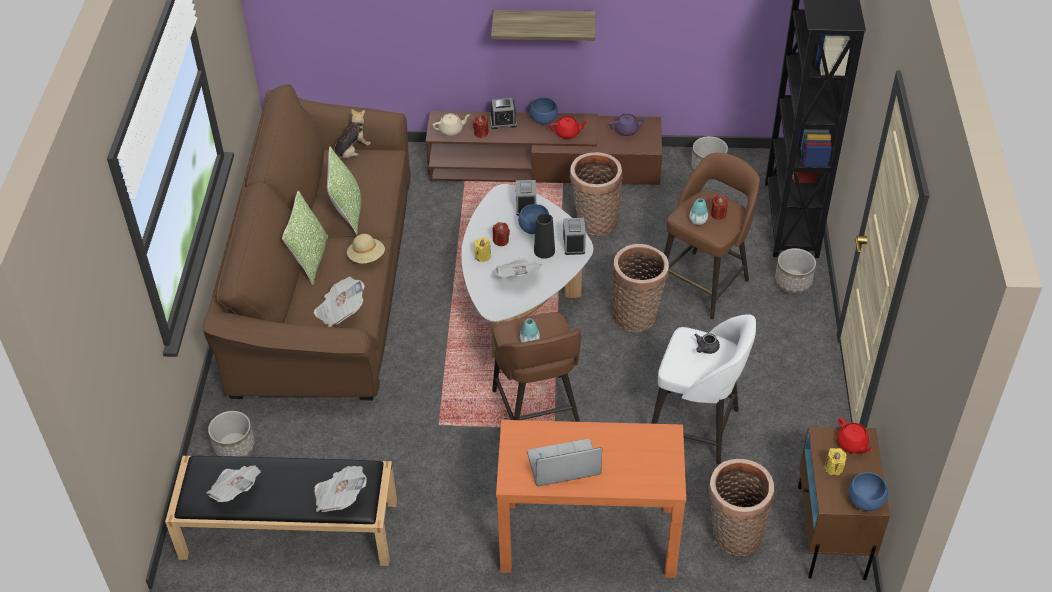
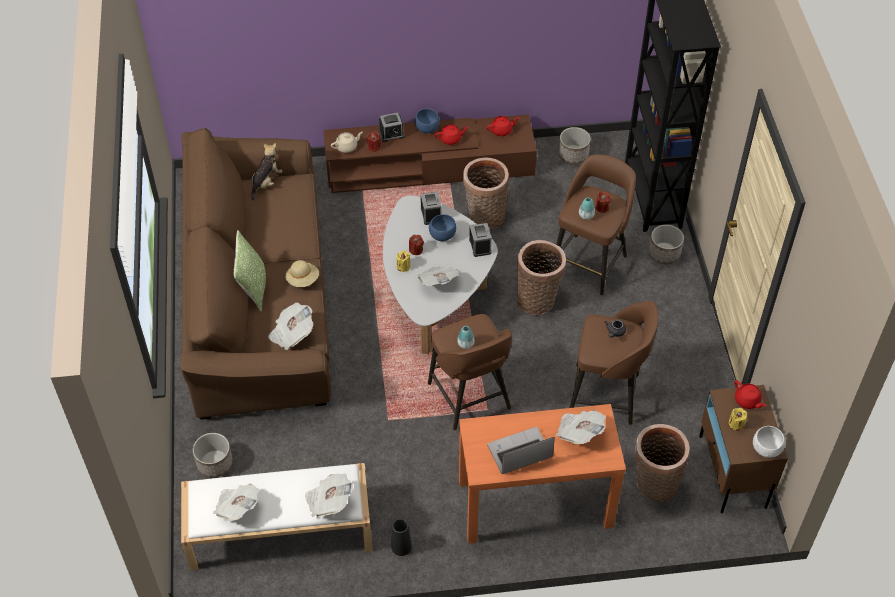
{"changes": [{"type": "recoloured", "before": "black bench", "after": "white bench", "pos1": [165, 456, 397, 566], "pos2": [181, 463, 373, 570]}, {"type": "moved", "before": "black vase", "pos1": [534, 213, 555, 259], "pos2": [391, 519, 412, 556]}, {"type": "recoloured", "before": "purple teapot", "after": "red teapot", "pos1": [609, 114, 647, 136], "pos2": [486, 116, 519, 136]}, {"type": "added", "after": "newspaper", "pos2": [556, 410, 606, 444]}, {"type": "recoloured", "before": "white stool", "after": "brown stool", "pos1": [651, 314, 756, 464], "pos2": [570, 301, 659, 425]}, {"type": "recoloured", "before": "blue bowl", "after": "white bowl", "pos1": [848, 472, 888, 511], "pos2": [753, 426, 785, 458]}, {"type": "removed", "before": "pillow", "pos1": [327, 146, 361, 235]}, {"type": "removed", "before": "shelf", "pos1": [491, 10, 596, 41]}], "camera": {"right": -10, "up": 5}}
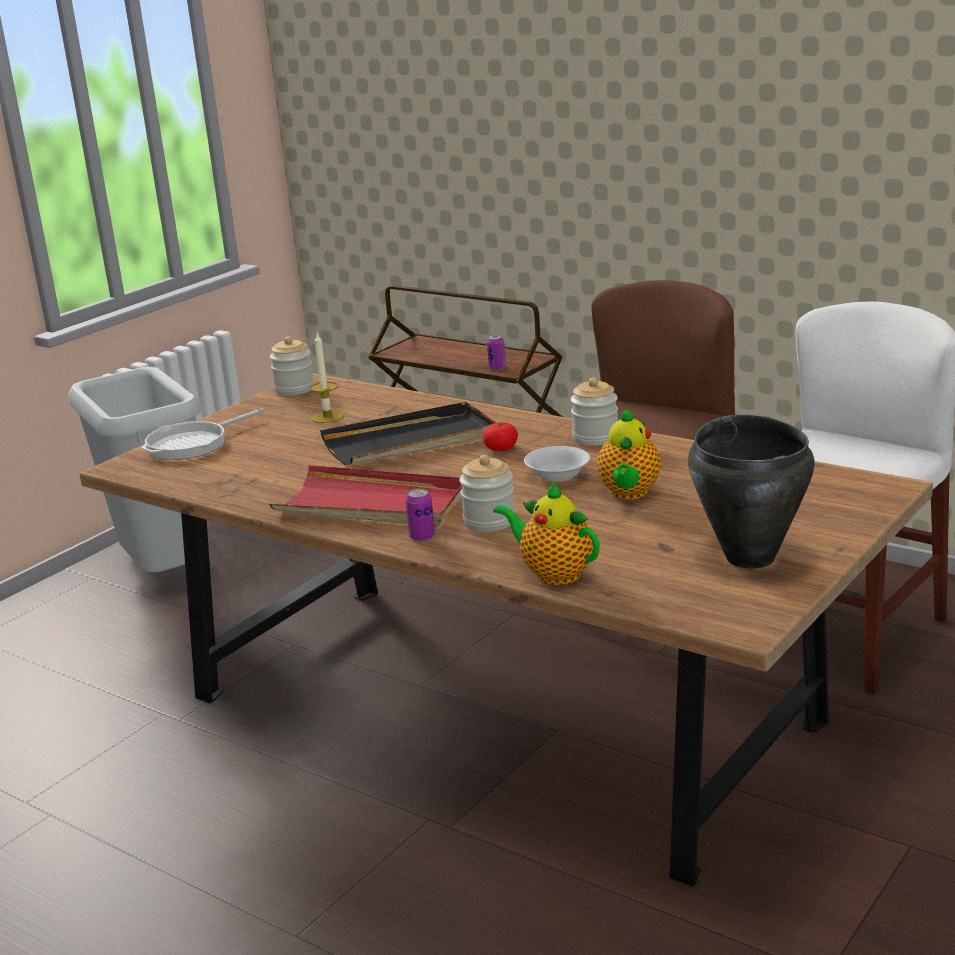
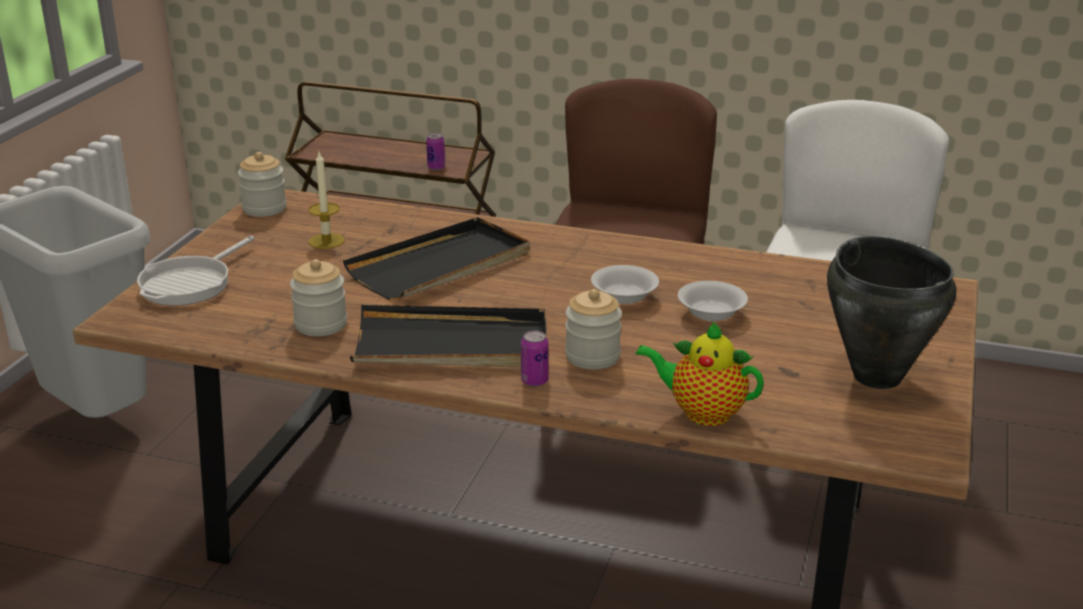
{"changes": [{"type": "moved", "before": "jar", "pos1": [570, 378, 618, 446], "pos2": [290, 259, 347, 336]}, {"type": "recoloured", "before": "red tray", "after": "black tray", "pos1": [269, 465, 462, 527], "pos2": [350, 305, 547, 367]}, {"type": "replaced", "before": "teapot", "after": "white bowl", "pos1": [597, 408, 661, 500], "pos2": [678, 281, 748, 321]}, {"type": "removed", "before": "tomato", "pos1": [483, 422, 518, 451]}], "camera": {"right": -20, "up": 5}}
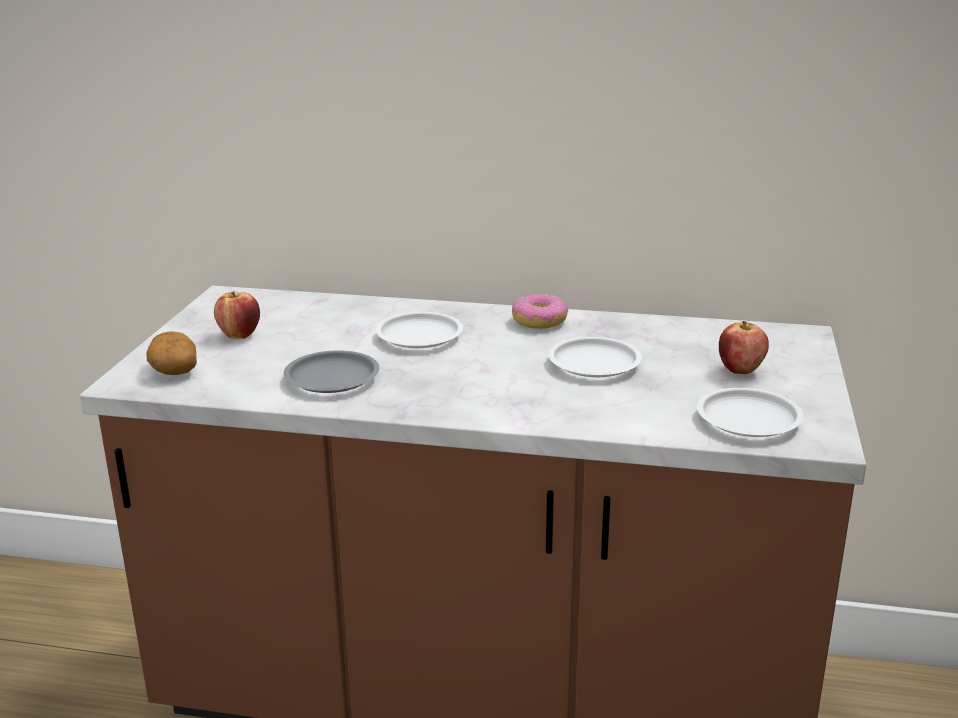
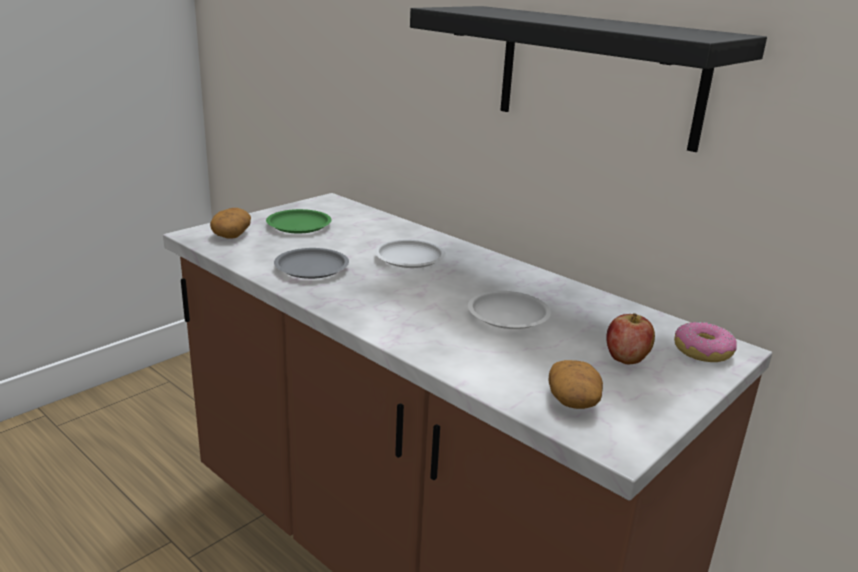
{"changes": [{"type": "replaced", "before": "apple", "after": "green plate", "pos1": [214, 291, 260, 339], "pos2": [266, 209, 332, 234]}, {"type": "added", "after": "black shelf", "pos2": [410, 6, 767, 152]}, {"type": "replaced", "before": "white plate", "after": "potato", "pos1": [697, 388, 803, 437], "pos2": [549, 360, 603, 409]}, {"type": "moved", "before": "donut", "pos1": [512, 294, 568, 329], "pos2": [674, 322, 737, 362]}], "camera": {"right": 30, "up": 0}}
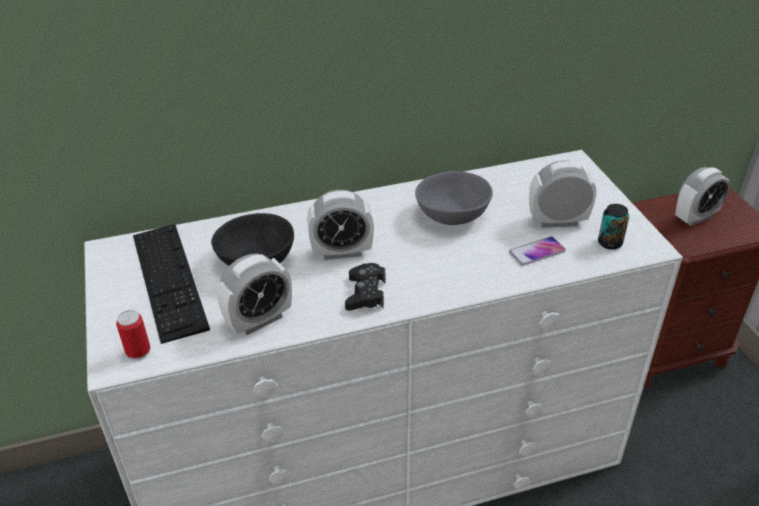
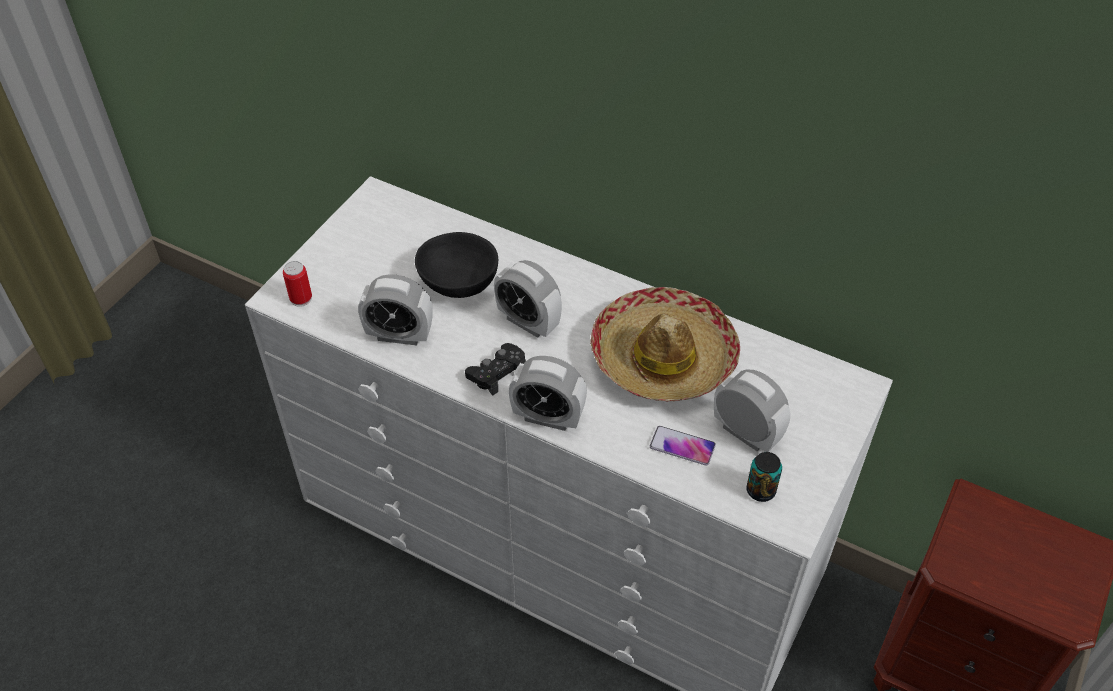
{"changes": [{"type": "moved", "before": "alarm clock", "pos1": [675, 167, 730, 226], "pos2": [509, 356, 587, 431]}, {"type": "replaced", "before": "grey bowl", "after": "hat", "pos1": [415, 171, 493, 225], "pos2": [590, 287, 740, 401]}, {"type": "removed", "before": "keyboard", "pos1": [133, 224, 210, 344]}], "camera": {"right": 45, "up": 10}}
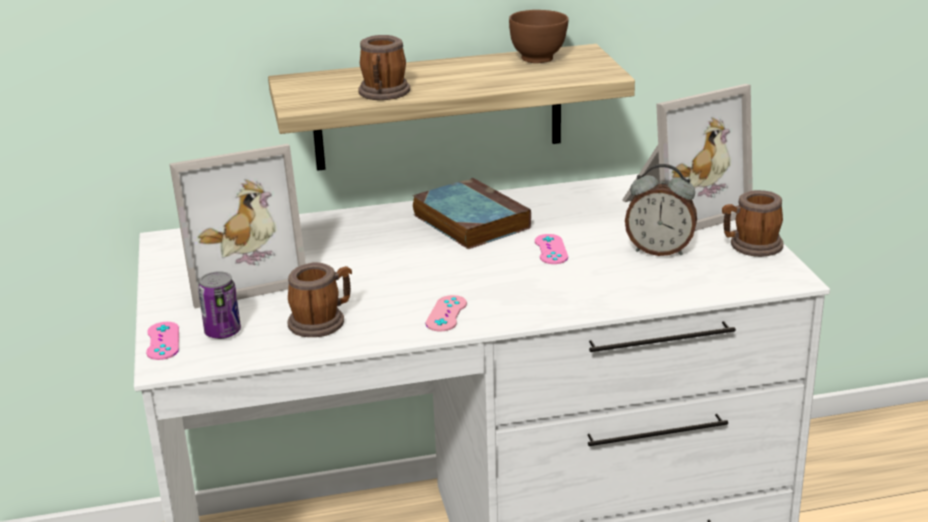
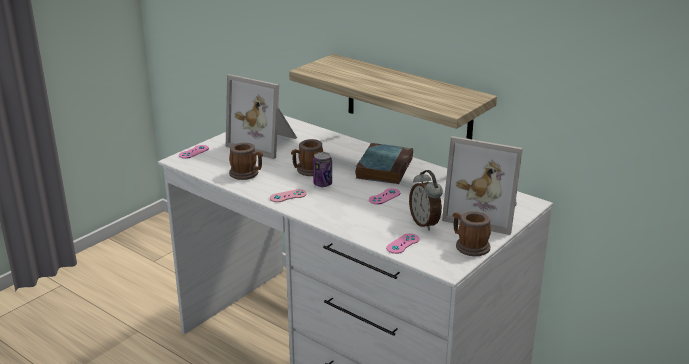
{"changes": [{"type": "moved", "before": "mug", "pos1": [358, 35, 410, 100], "pos2": [291, 139, 323, 176]}, {"type": "moved", "before": "can", "pos1": [198, 271, 241, 339], "pos2": [313, 152, 332, 187]}, {"type": "added", "after": "pink game controller", "pos2": [386, 233, 419, 254]}, {"type": "removed", "before": "brown bowl", "pos1": [509, 10, 569, 63]}], "camera": {"right": 50, "up": 0}}
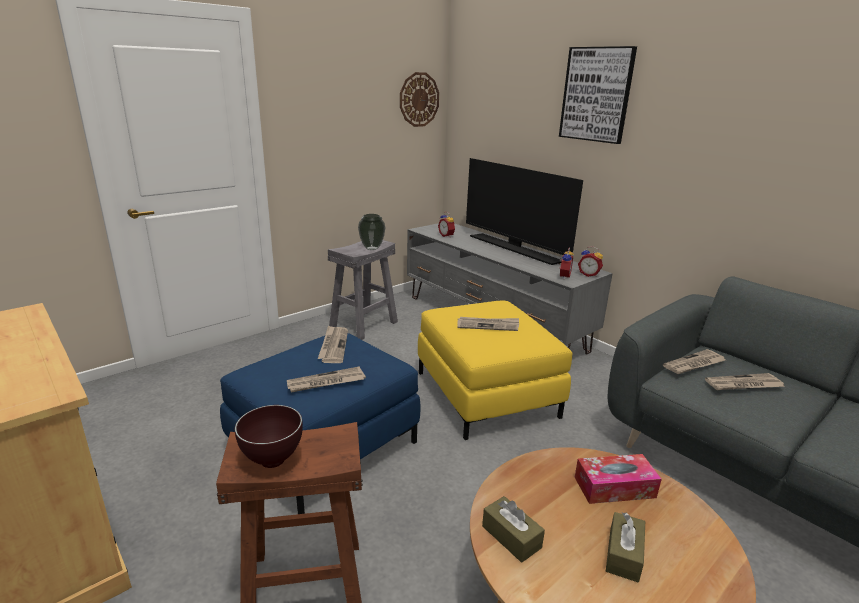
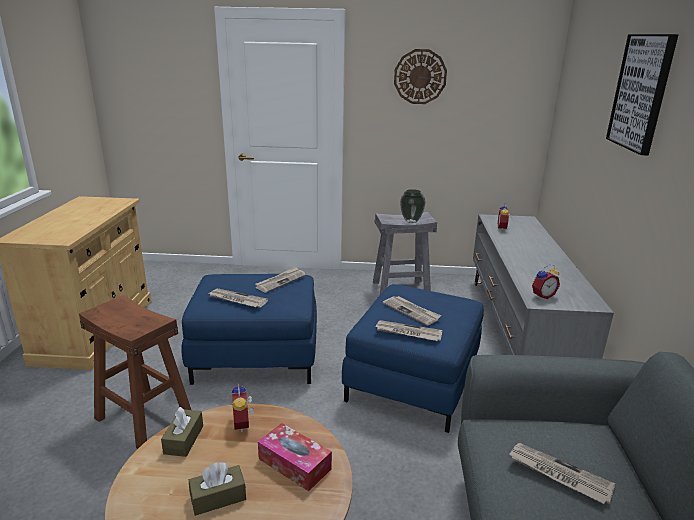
{"changes": [{"type": "moved", "before": "alarm clock", "pos1": [578, 246, 603, 277], "pos2": [232, 383, 254, 432]}, {"type": "recoloured", "before": "yellow ottoman", "after": "blue ottoman", "pos1": [418, 301, 572, 440], "pos2": [342, 284, 484, 433]}, {"type": "moved", "before": "newspaper", "pos1": [663, 349, 725, 374], "pos2": [374, 320, 443, 341]}, {"type": "moved", "before": "wall clock", "pos1": [400, 72, 439, 127], "pos2": [394, 49, 447, 104]}, {"type": "removed", "before": "brown bowl", "pos1": [235, 405, 303, 468]}, {"type": "removed", "before": "television", "pos1": [466, 158, 583, 265]}], "camera": {"right": 45, "up": 0}}
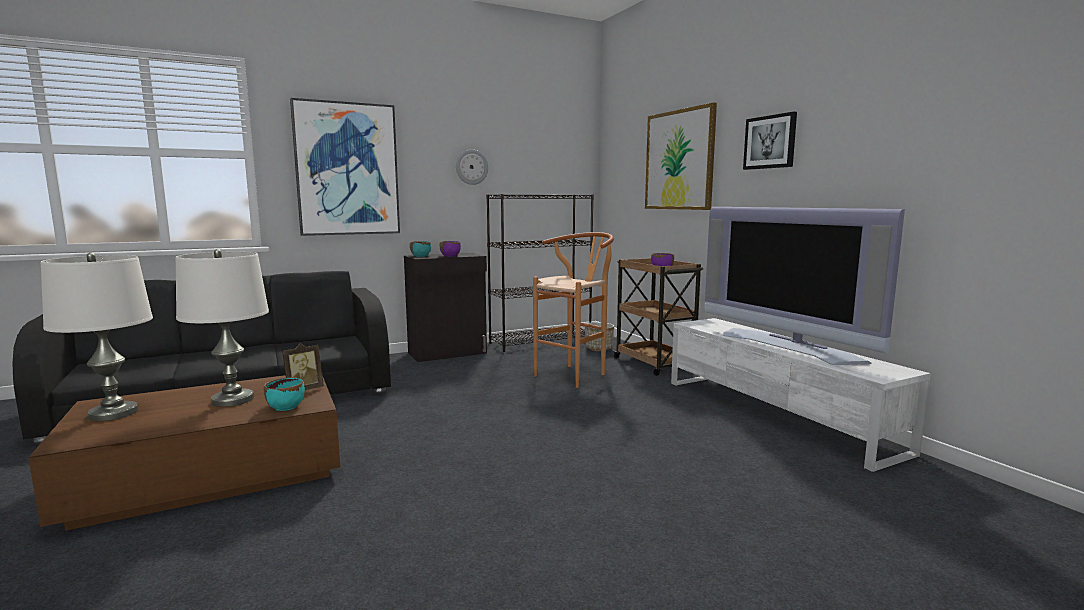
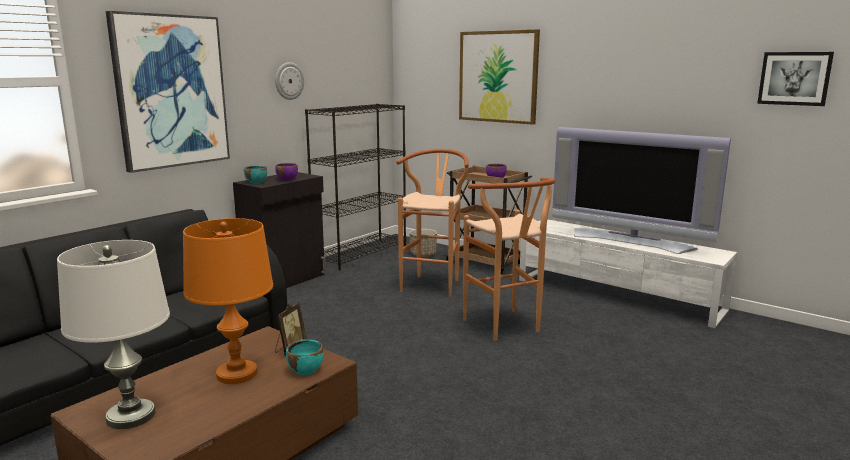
{"changes": [{"type": "recoloured", "before": "white table lamp", "after": "orange table lamp", "pos1": [175, 249, 269, 407], "pos2": [183, 218, 273, 384]}, {"type": "added", "after": "brown stool", "pos2": [463, 177, 555, 341]}, {"type": "moved", "before": "picture", "pos1": [743, 112, 797, 170], "pos2": [757, 52, 834, 106]}], "camera": {"right": -25, "up": 5}}
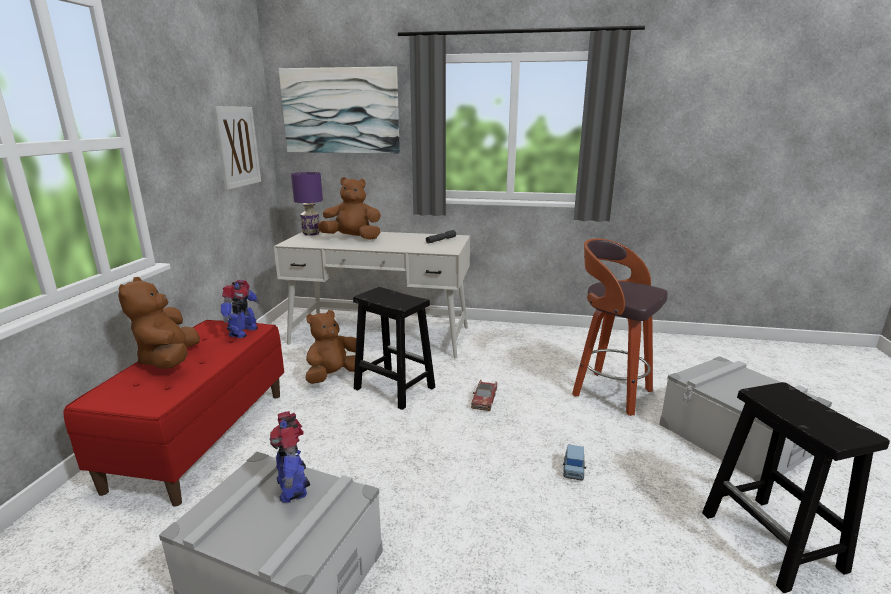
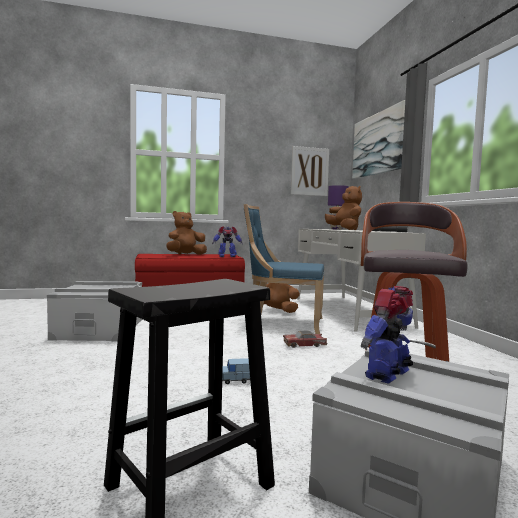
{"changes": [{"type": "replaced", "before": "black stool", "after": "blue chair", "pos1": [353, 287, 435, 410], "pos2": [244, 204, 324, 334]}, {"type": "moved", "before": "toy robot", "pos1": [269, 411, 310, 503], "pos2": [361, 286, 413, 384]}], "camera": {"right": 65, "up": -15}}
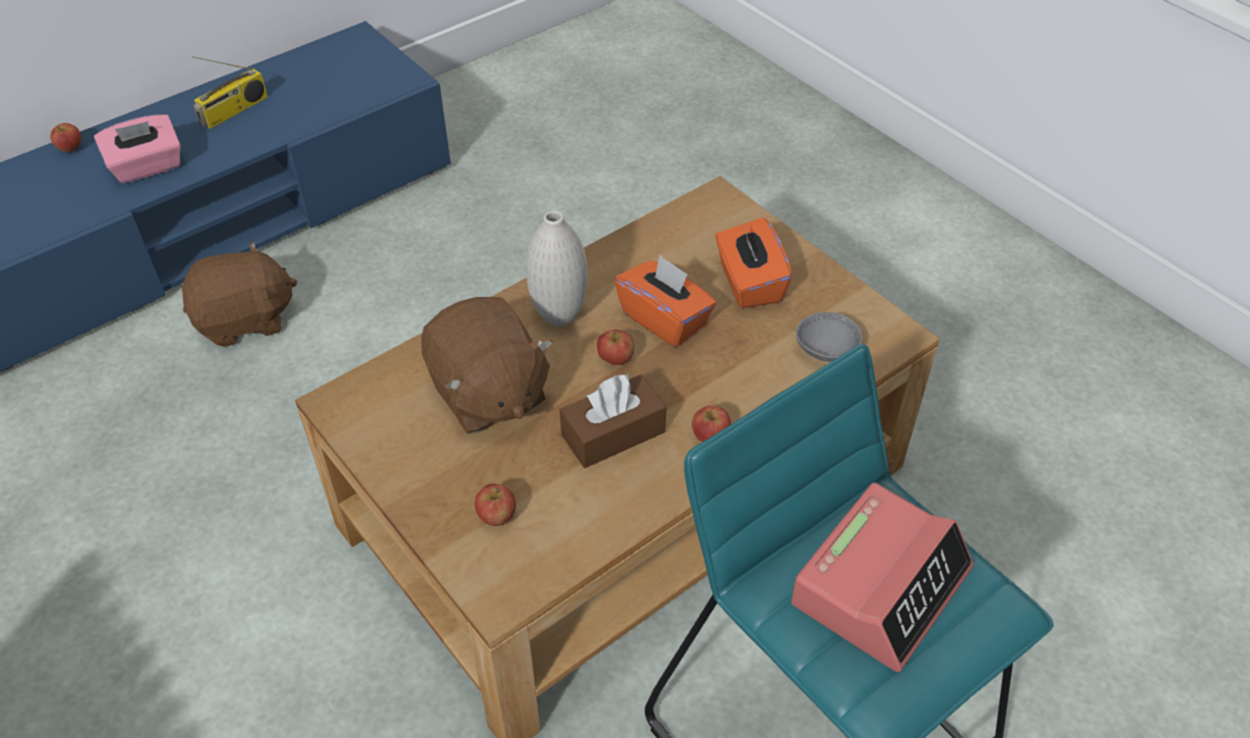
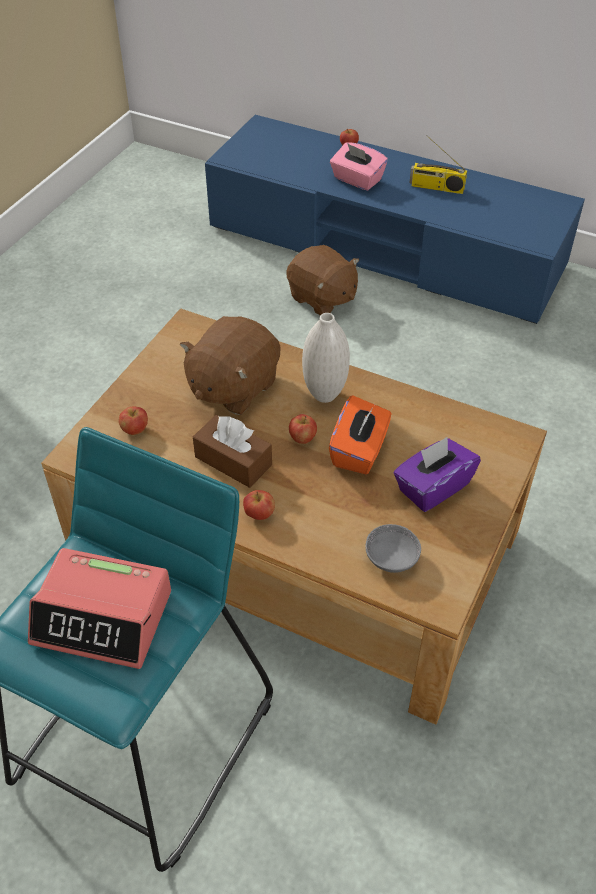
{"changes": [{"type": "recoloured", "before": "orange tissue box", "after": "purple tissue box", "pos1": [715, 217, 792, 308], "pos2": [393, 437, 481, 512]}], "camera": {"right": 65, "up": 0}}
